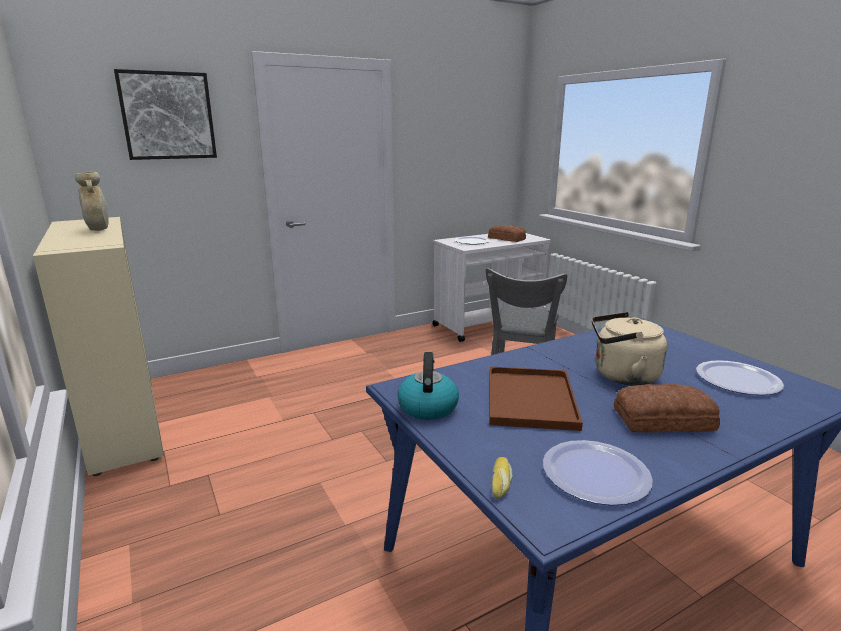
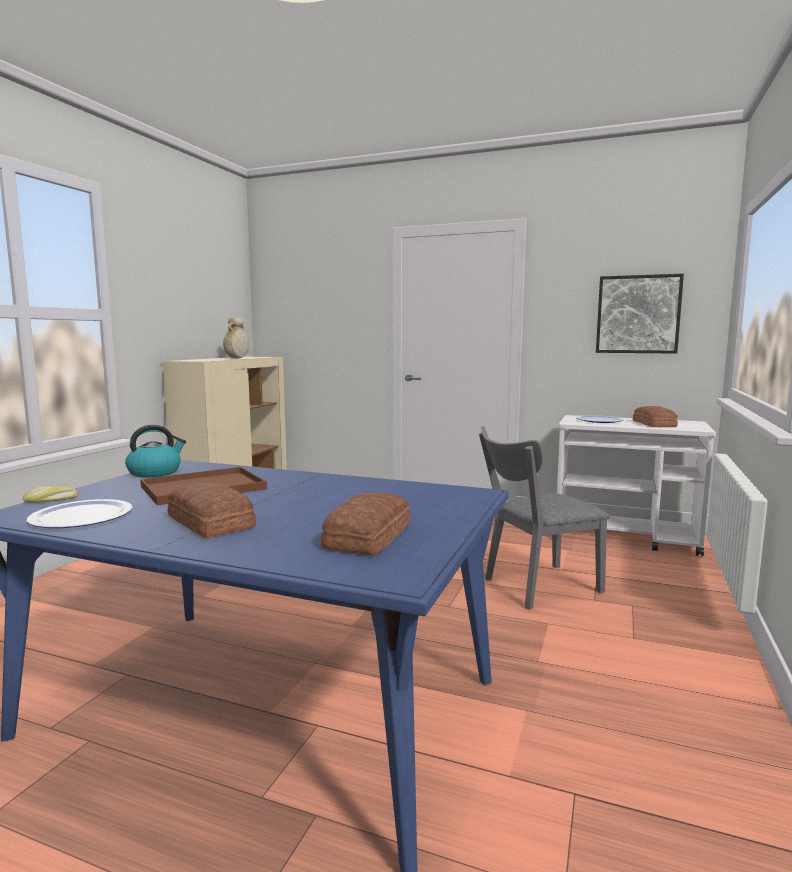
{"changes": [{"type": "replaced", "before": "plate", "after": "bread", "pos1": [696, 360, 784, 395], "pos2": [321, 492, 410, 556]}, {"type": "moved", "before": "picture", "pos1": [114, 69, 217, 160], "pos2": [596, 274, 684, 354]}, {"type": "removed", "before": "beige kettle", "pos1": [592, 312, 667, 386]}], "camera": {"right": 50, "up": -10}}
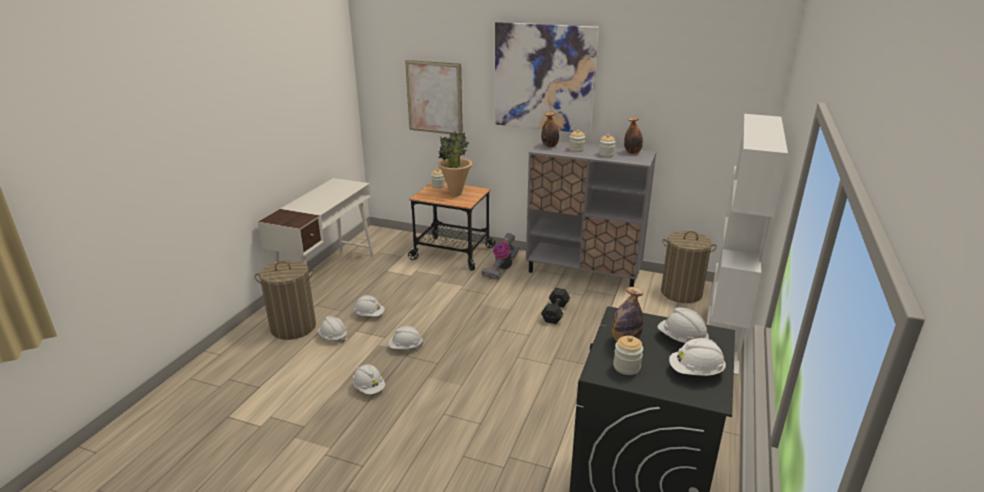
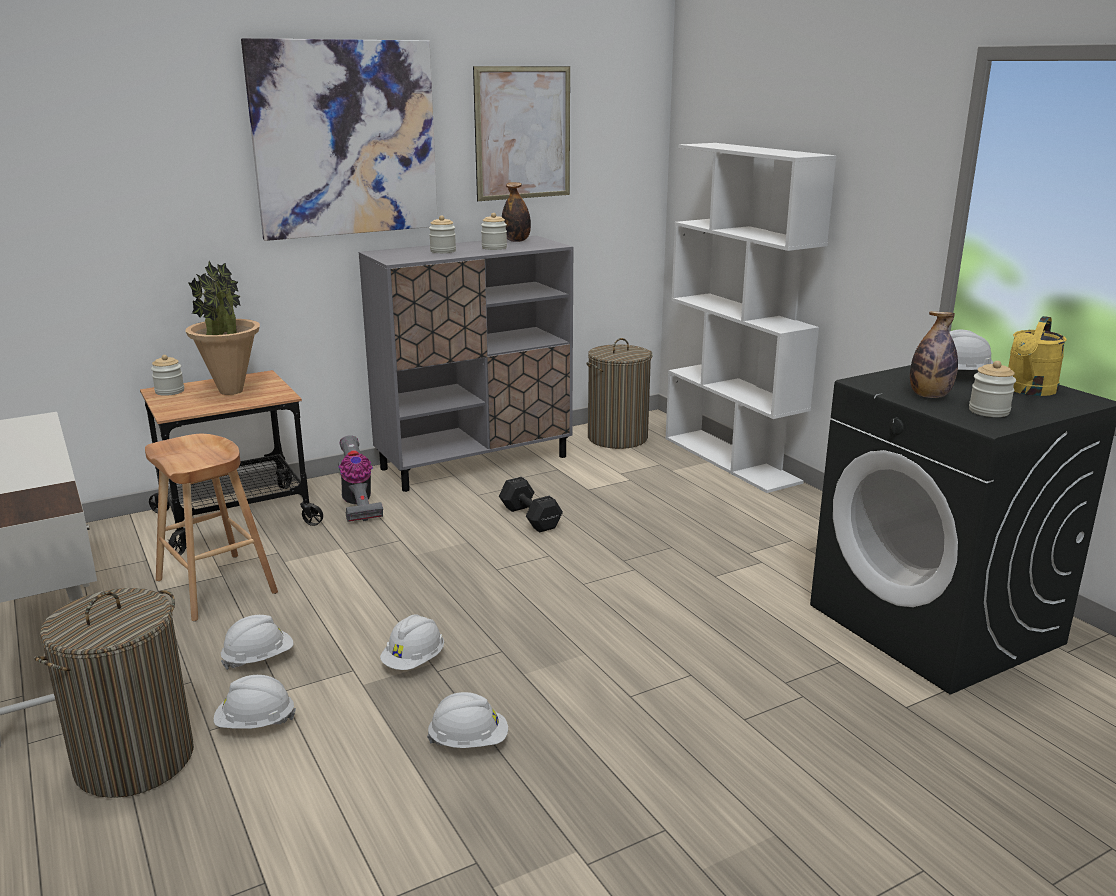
{"changes": [{"type": "added", "after": "brown stool", "pos2": [145, 434, 278, 621]}, {"type": "moved", "before": "picture", "pos1": [405, 60, 463, 135], "pos2": [473, 66, 570, 201]}, {"type": "replaced", "before": "white hard hat", "after": "yellow watering can", "pos1": [669, 338, 726, 376], "pos2": [1008, 316, 1067, 396]}, {"type": "removed", "before": "bottle", "pos1": [541, 112, 559, 147]}], "camera": {"right": -50, "up": -5}}
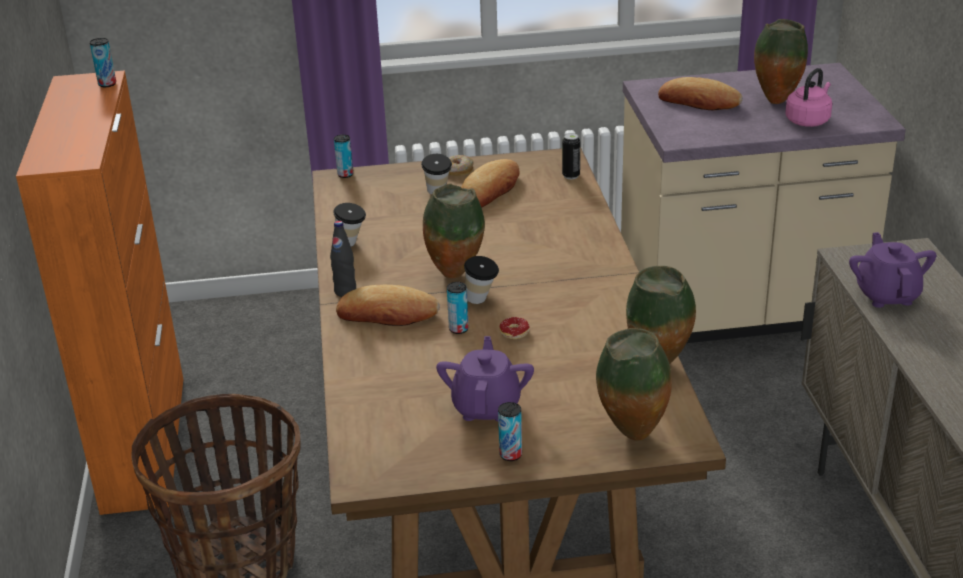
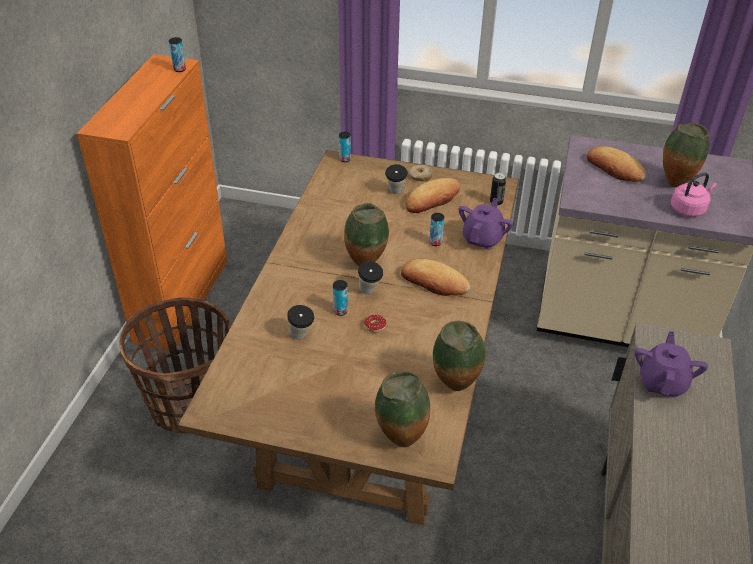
{"changes": [{"type": "moved", "before": "cup", "pos1": [333, 203, 366, 247], "pos2": [287, 305, 314, 340]}, {"type": "moved", "before": "bread", "pos1": [336, 285, 440, 326], "pos2": [401, 259, 470, 296]}, {"type": "moved", "before": "can", "pos1": [498, 402, 522, 461], "pos2": [430, 213, 444, 246]}, {"type": "moved", "before": "purple teapot", "pos1": [436, 336, 534, 421], "pos2": [459, 198, 514, 250]}, {"type": "removed", "before": "black bottle", "pos1": [330, 221, 356, 297]}], "camera": {"right": 20, "up": 10}}
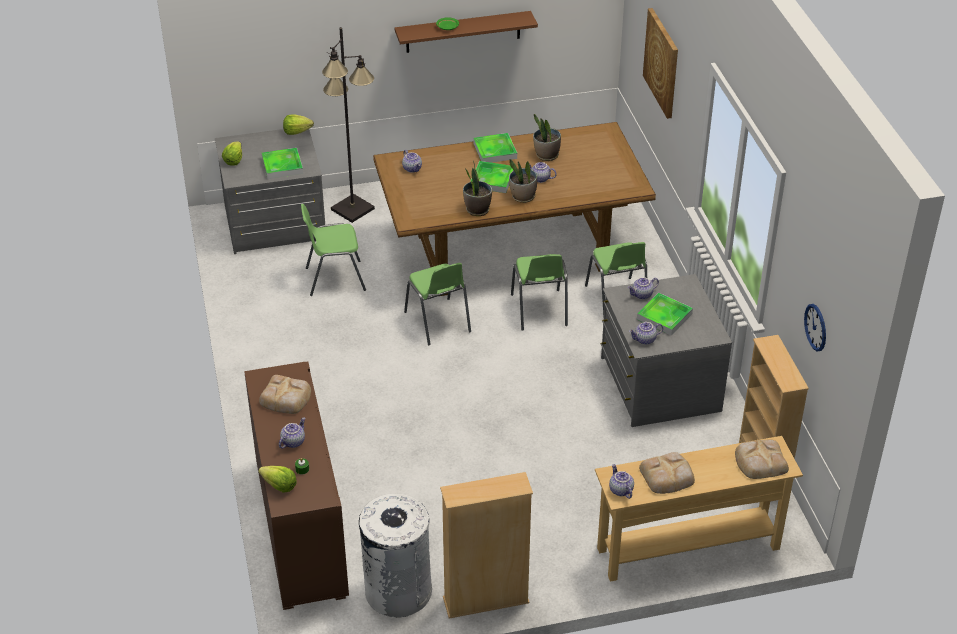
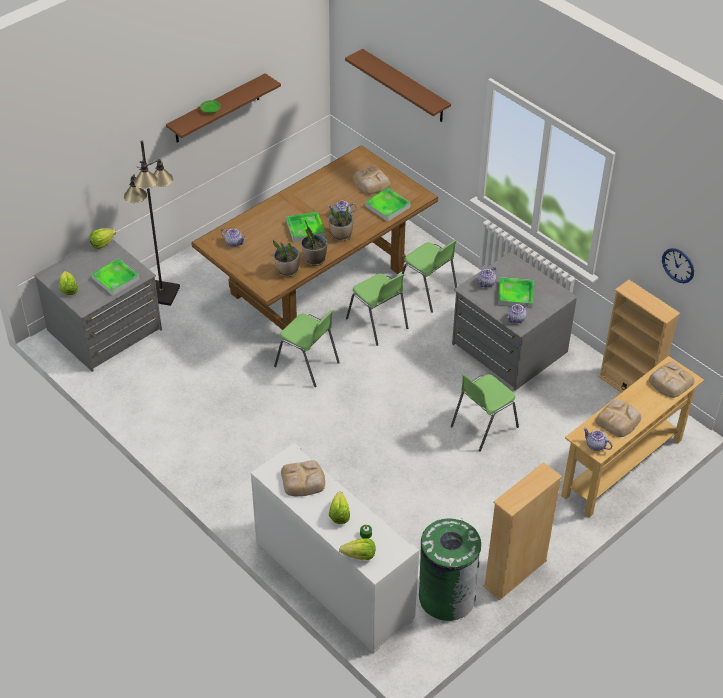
{"changes": [{"type": "recoloured", "before": "brown cabinet", "after": "white cabinet", "pos1": [244, 362, 349, 610], "pos2": [251, 443, 419, 653]}, {"type": "moved", "before": "potted plant", "pos1": [533, 114, 561, 161], "pos2": [273, 240, 300, 277]}, {"type": "replaced", "before": "teapot", "after": "lettuce", "pos1": [279, 418, 306, 449], "pos2": [329, 492, 350, 524]}, {"type": "replaced", "before": "picture", "after": "brown shelf", "pos1": [643, 8, 678, 119], "pos2": [345, 49, 451, 122]}, {"type": "added", "after": "bread", "pos2": [353, 165, 390, 194]}, {"type": "moved", "before": "tray", "pos1": [473, 133, 517, 163], "pos2": [365, 188, 411, 222]}, {"type": "recoloured", "before": "white trash can", "after": "green trash can", "pos1": [359, 494, 432, 617], "pos2": [419, 518, 481, 621]}, {"type": "moved", "before": "green chair", "pos1": [301, 204, 366, 296], "pos2": [451, 374, 519, 452]}], "camera": {"right": -30, "up": 5}}
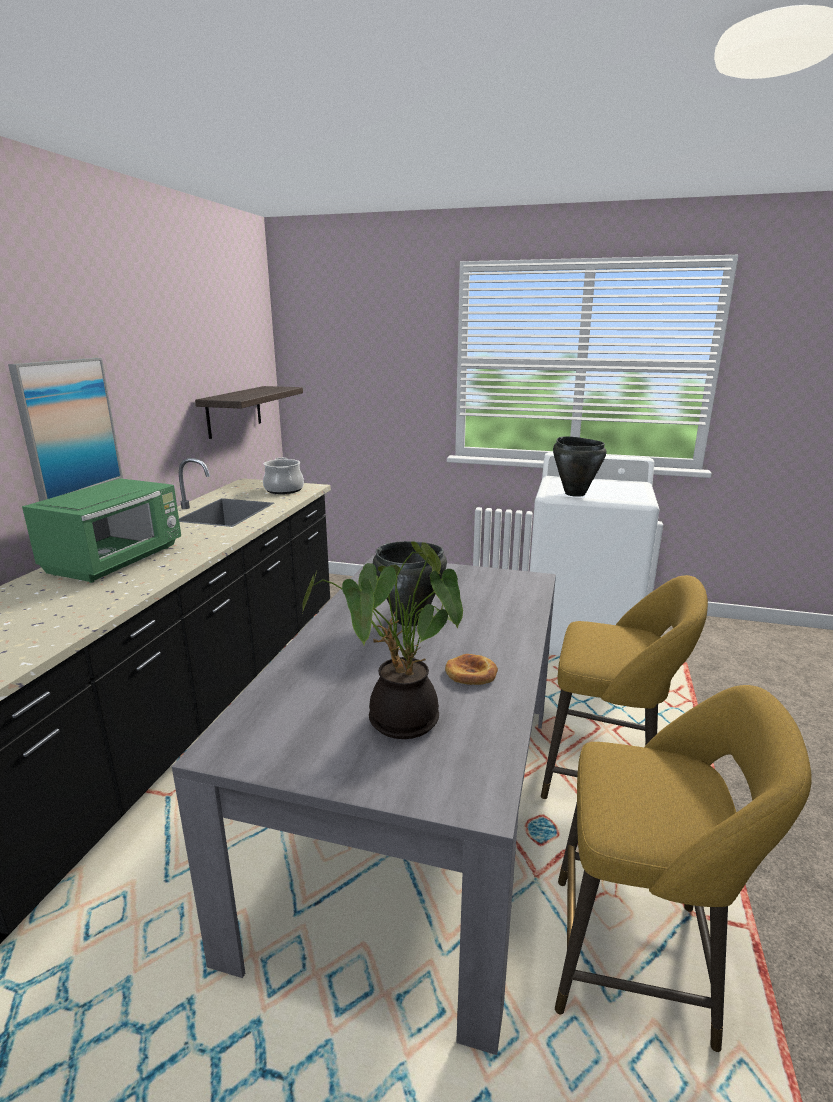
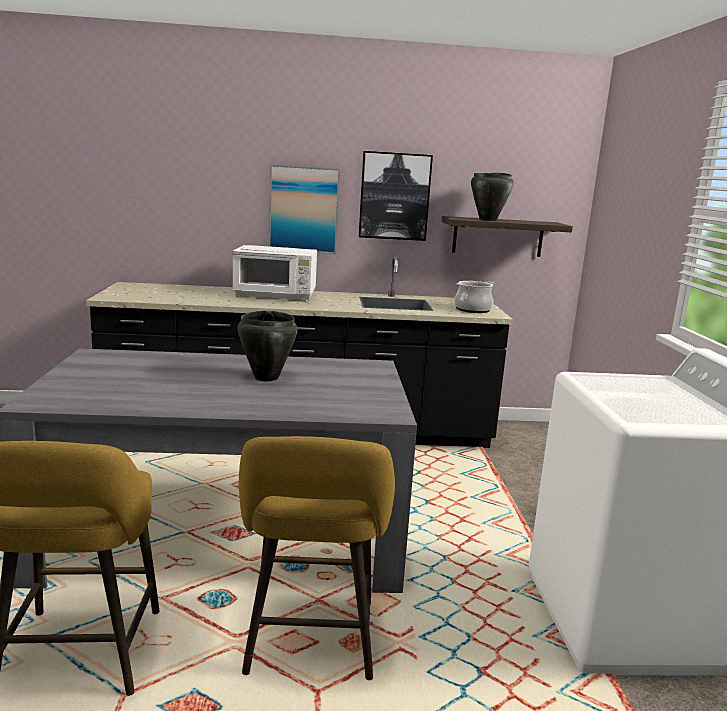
{"changes": [{"type": "recoloured", "before": "green microwave", "after": "white microwave", "pos1": [22, 478, 181, 583], "pos2": [232, 245, 317, 301]}, {"type": "added", "after": "picture", "pos2": [359, 151, 433, 241]}, {"type": "moved", "before": "black cooking pot", "pos1": [553, 436, 606, 497], "pos2": [471, 173, 514, 221]}, {"type": "removed", "before": "potted plant", "pos1": [302, 541, 463, 739]}, {"type": "removed", "before": "bread", "pos1": [445, 654, 498, 685]}], "camera": {"right": 70, "up": -5}}
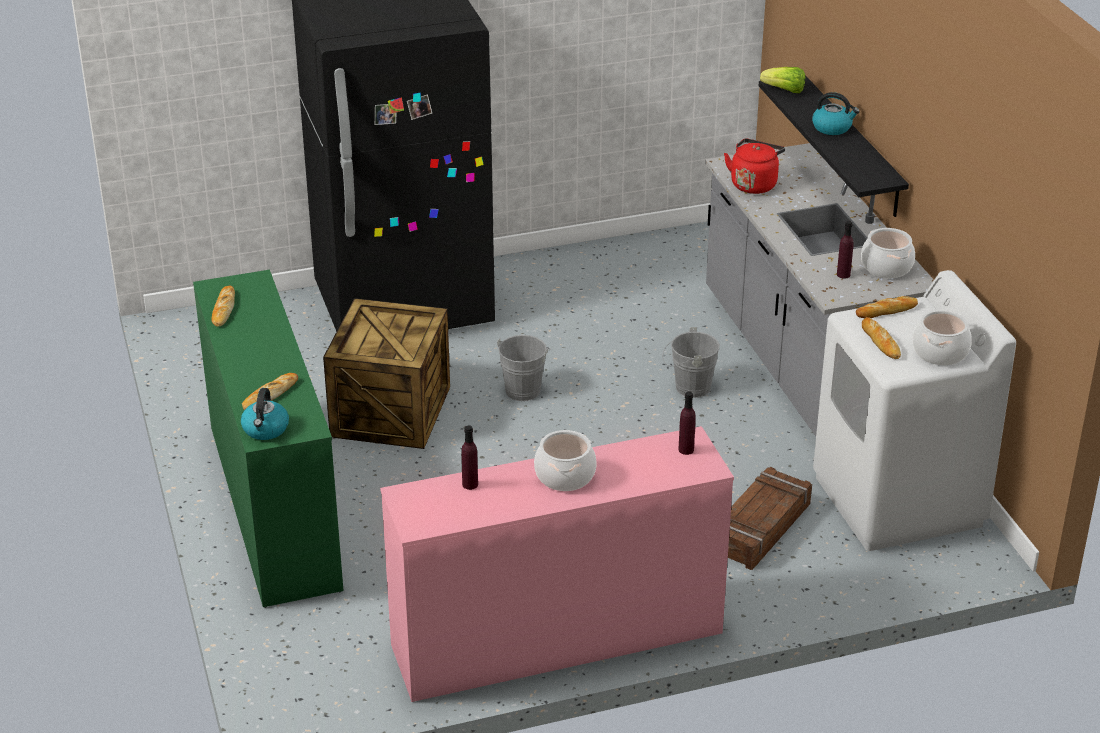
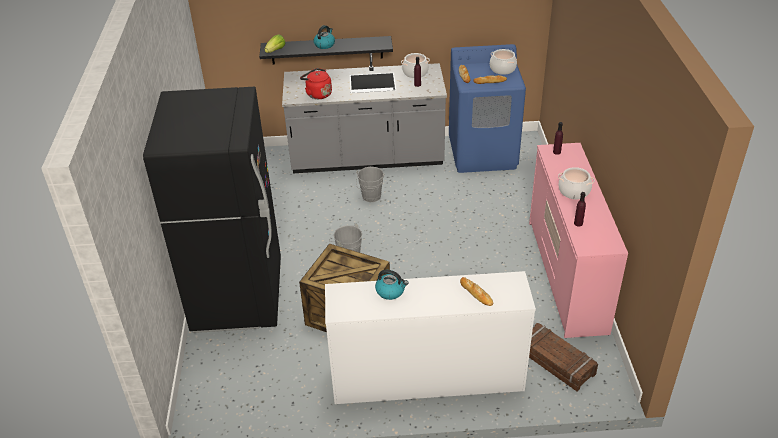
{"changes": [{"type": "recoloured", "before": "green dresser", "after": "white dresser", "pos1": [193, 270, 344, 608], "pos2": [325, 271, 536, 404]}, {"type": "moved", "before": "kettle", "pos1": [241, 388, 289, 440], "pos2": [375, 270, 409, 300]}, {"type": "recoloured", "before": "white washing machine", "after": "blue washing machine", "pos1": [813, 270, 1016, 551], "pos2": [449, 44, 526, 173]}, {"type": "moved", "before": "crate", "pos1": [728, 467, 812, 570], "pos2": [529, 323, 598, 391]}, {"type": "removed", "before": "bread", "pos1": [211, 286, 235, 327]}], "camera": {"right": -75, "up": 5}}
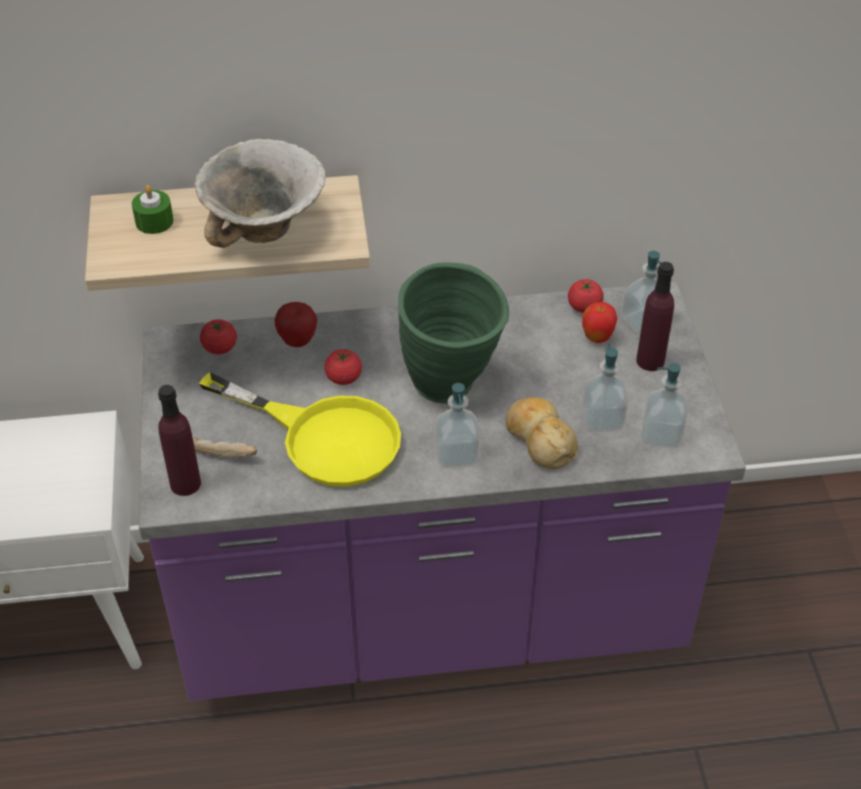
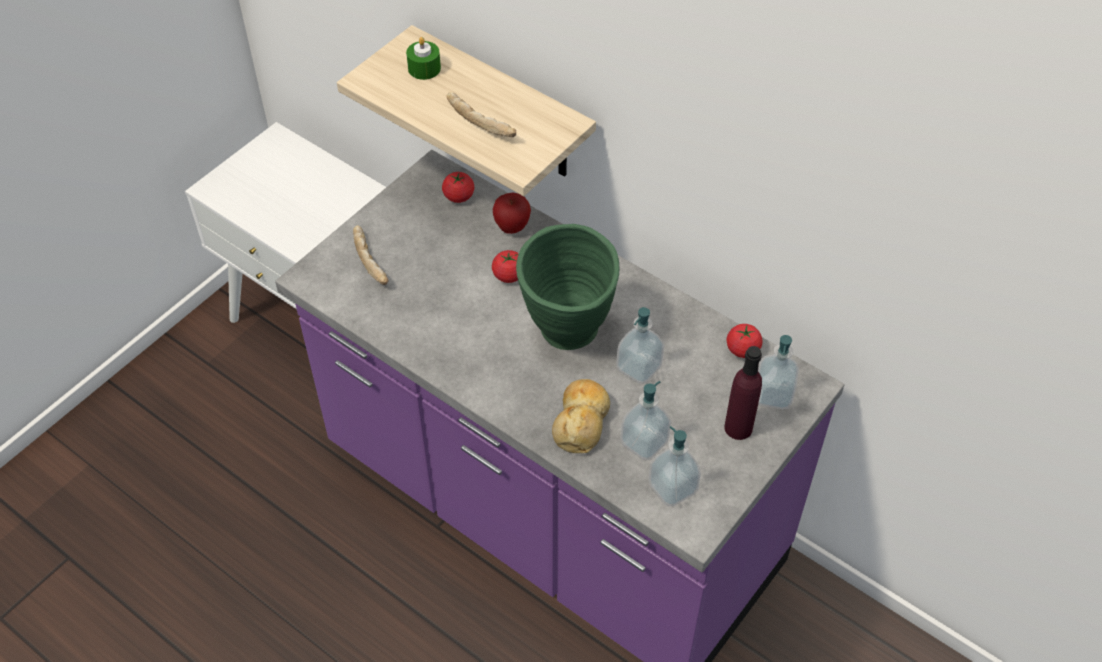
{"changes": [{"type": "replaced", "before": "bowl", "after": "bread", "pos1": [195, 139, 326, 248], "pos2": [446, 92, 516, 137]}, {"type": "moved", "before": "soap dispenser", "pos1": [435, 383, 480, 468], "pos2": [616, 307, 664, 383]}, {"type": "removed", "before": "purple bottle", "pos1": [158, 385, 201, 496]}, {"type": "removed", "before": "yellow frying pan", "pos1": [199, 372, 401, 487]}, {"type": "removed", "before": "apple", "pos1": [582, 302, 617, 343]}], "camera": {"right": 45, "up": 5}}
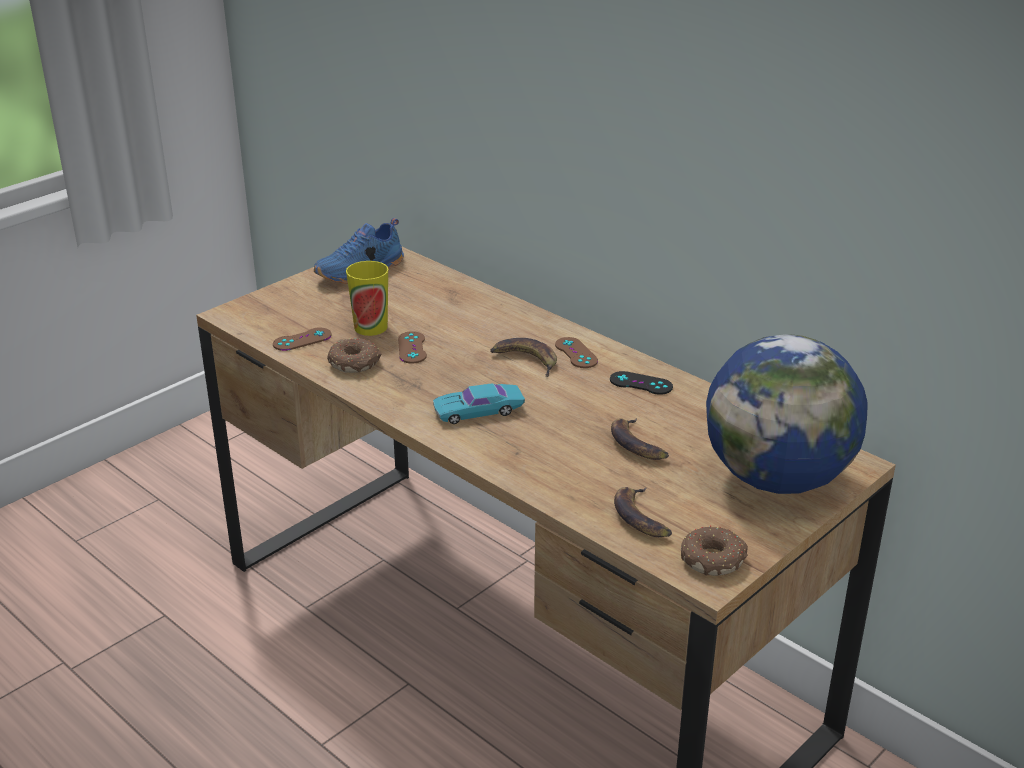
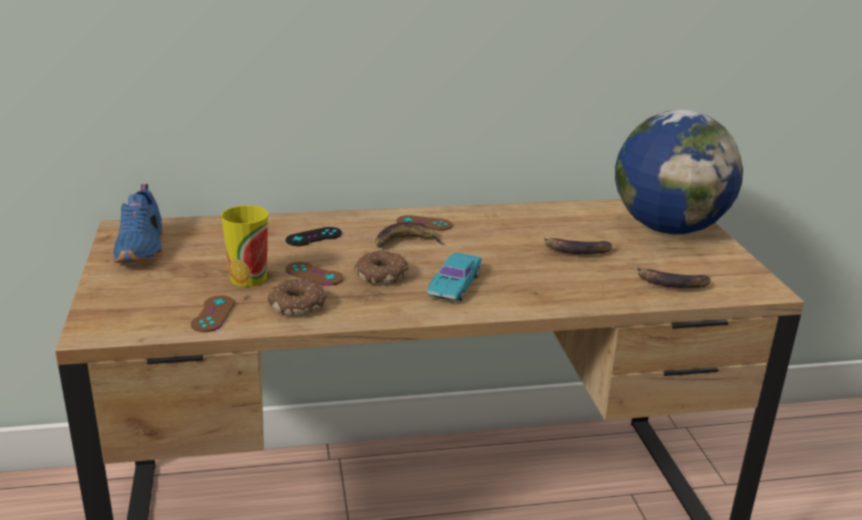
{"changes": [{"type": "moved", "before": "black game controller", "pos1": [610, 371, 673, 395], "pos2": [286, 227, 342, 246]}, {"type": "moved", "before": "donut", "pos1": [681, 526, 748, 576], "pos2": [355, 251, 409, 285]}], "camera": {"right": -55, "up": -5}}
